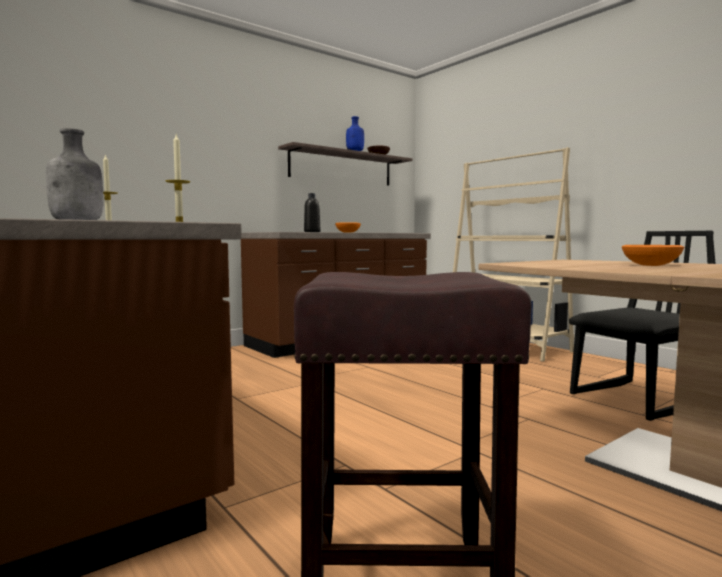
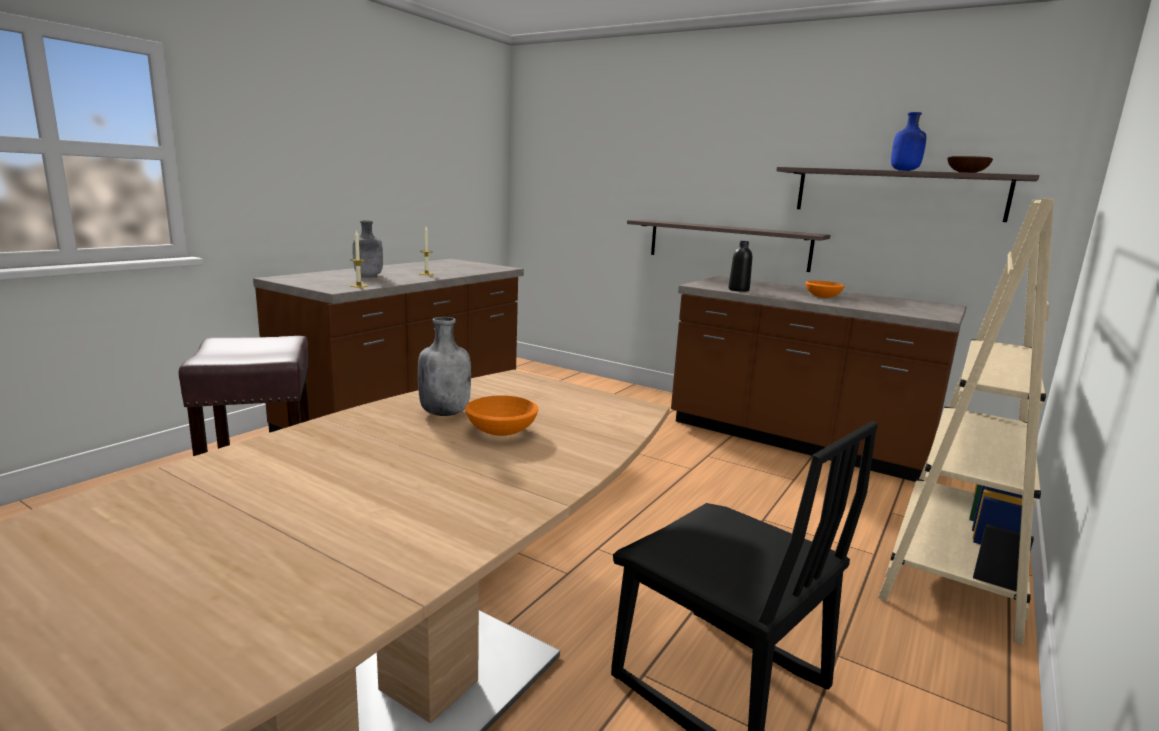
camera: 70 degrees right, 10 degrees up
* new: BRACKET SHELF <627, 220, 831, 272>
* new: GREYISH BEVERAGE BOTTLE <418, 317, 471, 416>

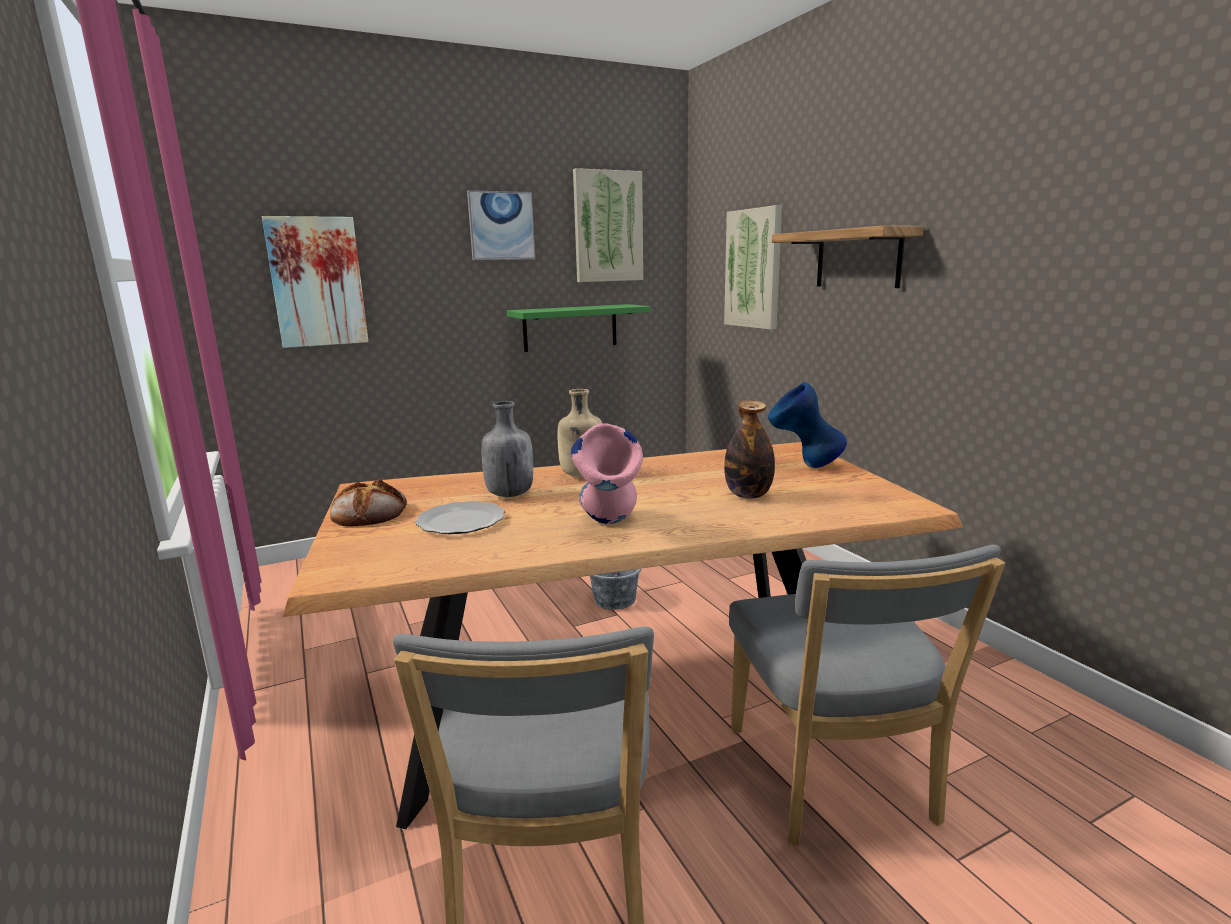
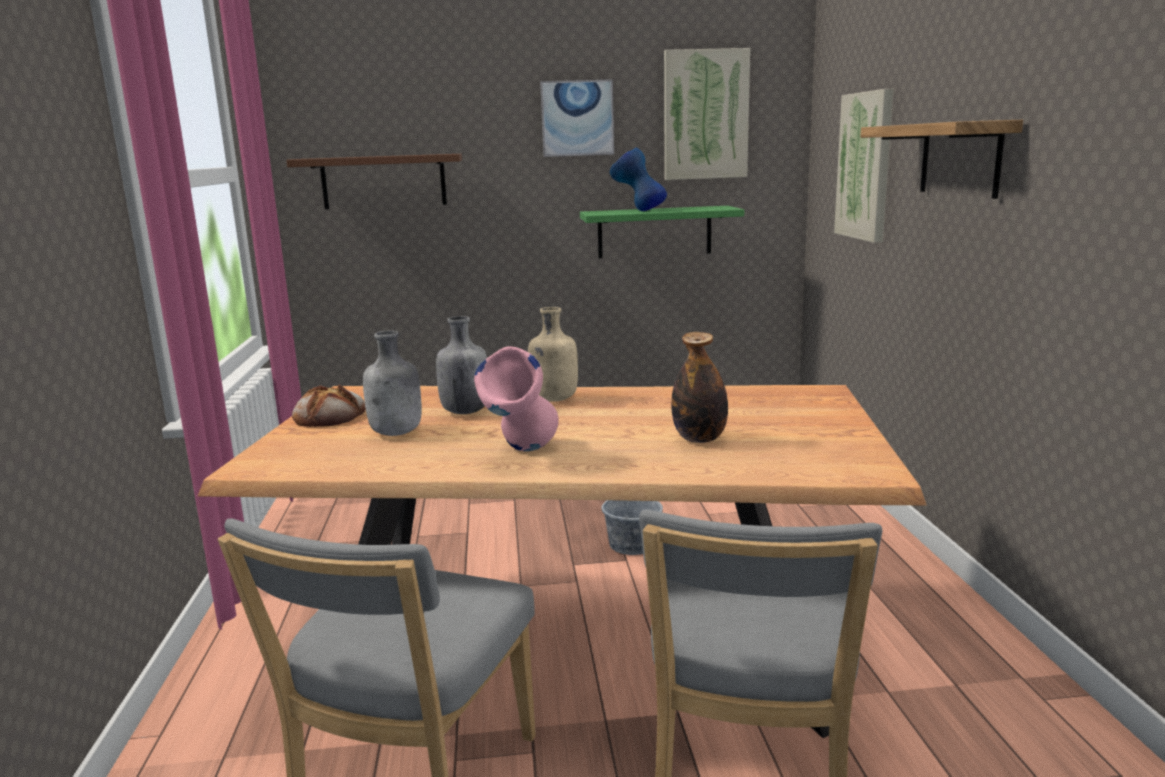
camera: 20 degrees right, 0 degrees up
* swapped: PICTURE <262, 216, 369, 348> to BROWN BRACKET SHELF <286, 154, 462, 209>
* shifted: BLUISH DECORATIVE VASE <768, 382, 847, 468> to <610, 148, 667, 211>
* swapped: PLATE <415, 501, 505, 534> to GREYISH BEVERAGE BOTTLE <363, 330, 422, 436>

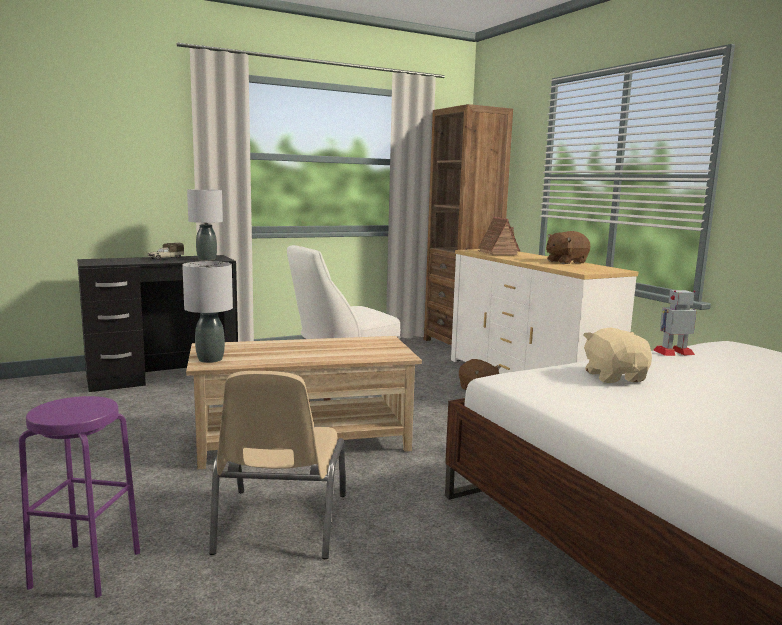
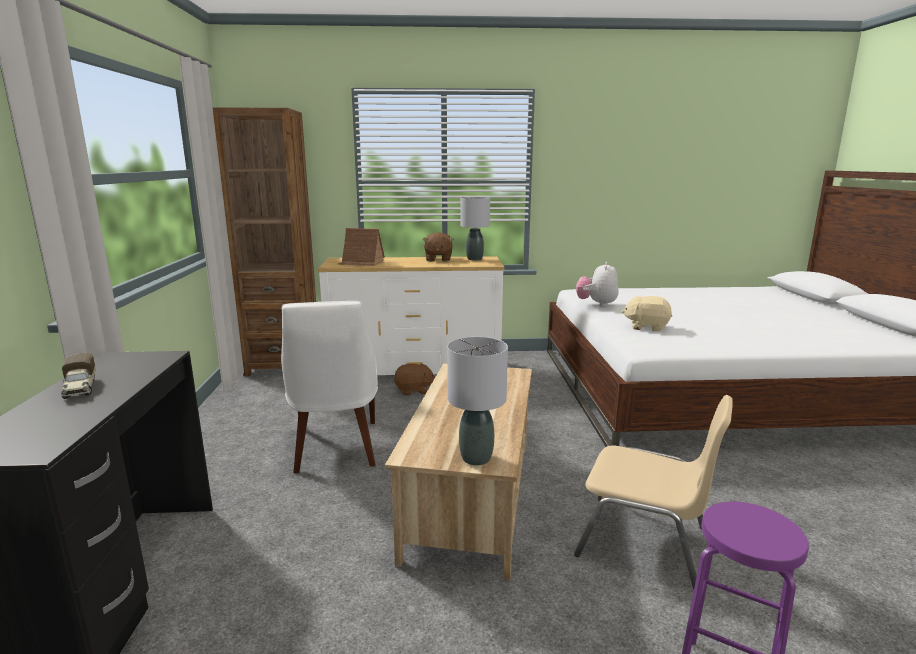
camera: 65 degrees left, 5 degrees up
* shifted: GREYISH TABLETOP LAMP <187, 189, 223, 260> to <460, 197, 490, 261>
* swapped: ROBOT FIGURE <653, 290, 696, 356> to CUDDLY TOY <576, 262, 619, 307>

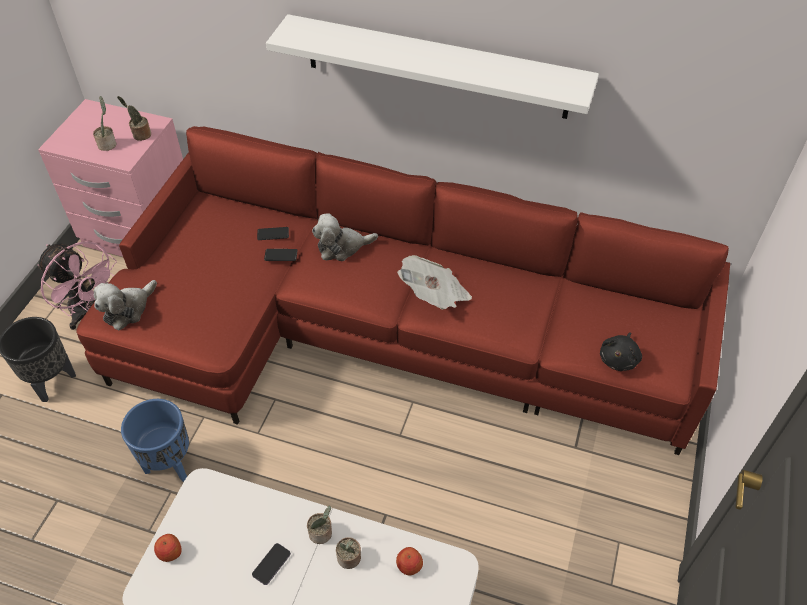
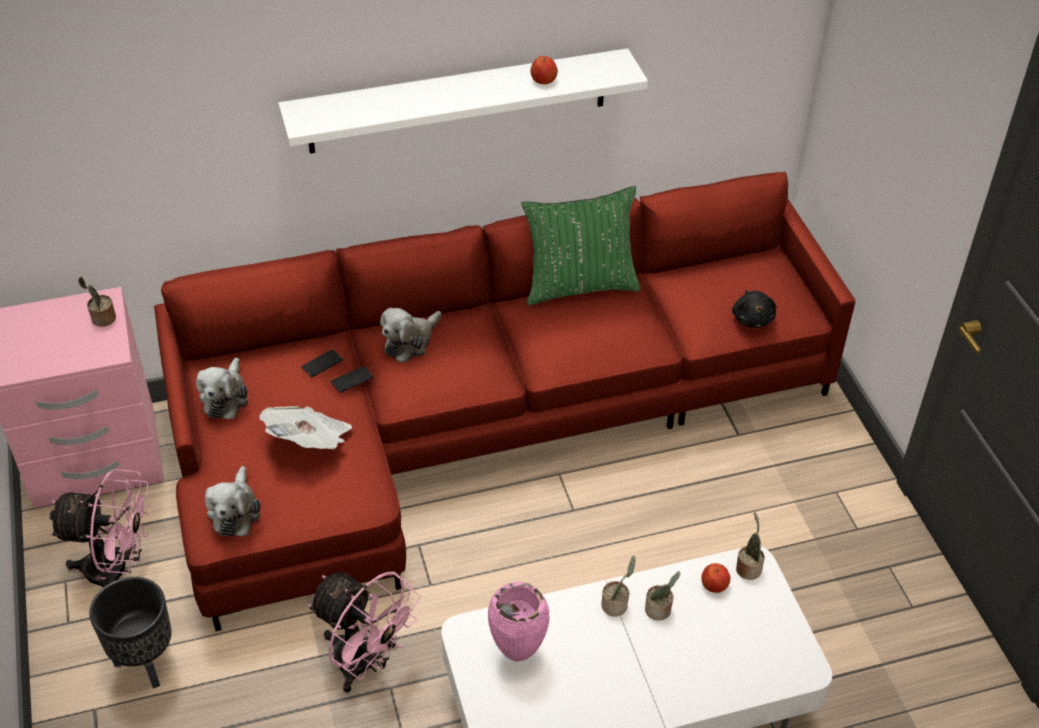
camera: 35 degrees left, 5 degrees down
* shifted: PLANT IN A POT <93, 96, 116, 151> to <736, 512, 765, 580>
* shifted: NEWSPAPER <397, 255, 472, 310> to <259, 406, 352, 449>
* swapped: BLUISH PLANT POT <121, 399, 189, 482> to PINK-COLOURED COOLING FAN <308, 572, 421, 693>
* shifted: APPLE FRUIT <154, 534, 182, 562> to <530, 56, 558, 84>
* gone: PHONE <252, 543, 291, 585>
* new: GREEN PILLOW <521, 186, 640, 305>
* new: CUDDLY TOY <196, 357, 248, 419>
* new: PINK-COLOURED DECORATIVE VASE <488, 582, 549, 661>

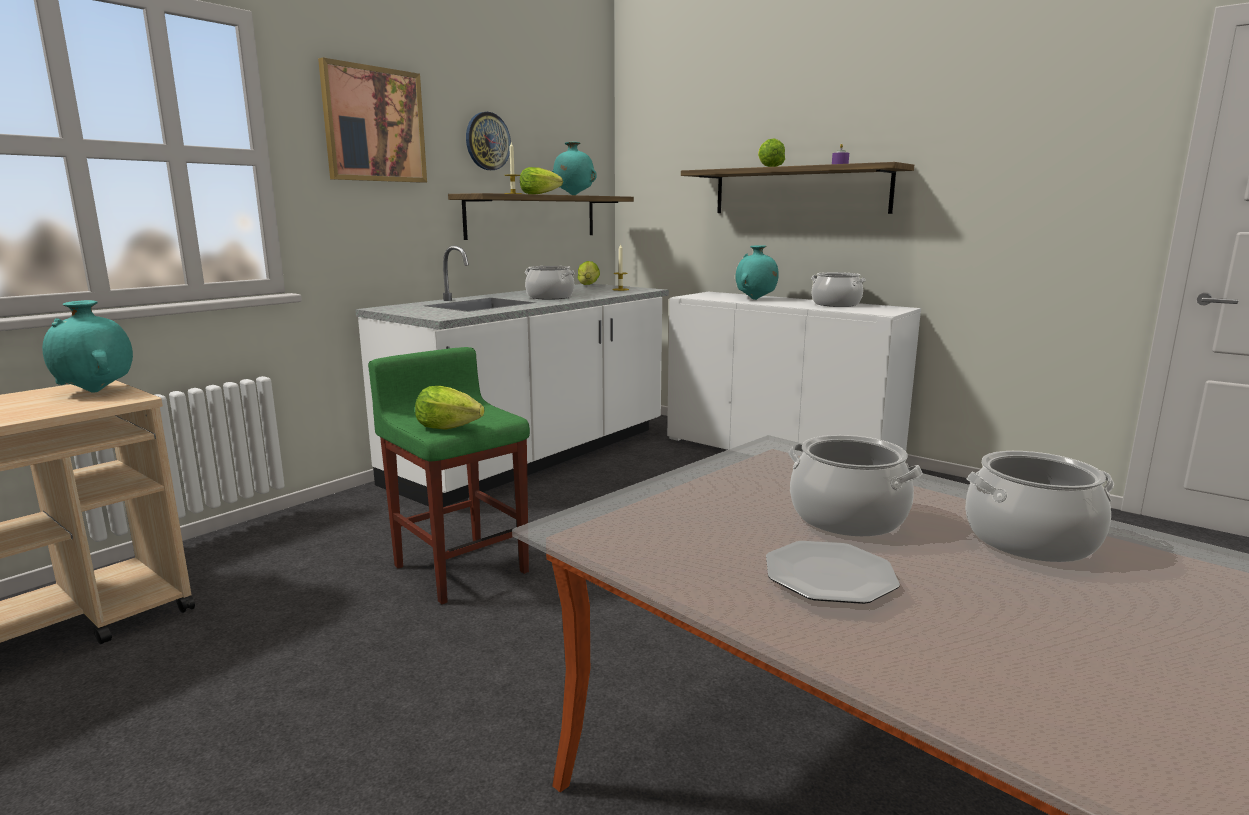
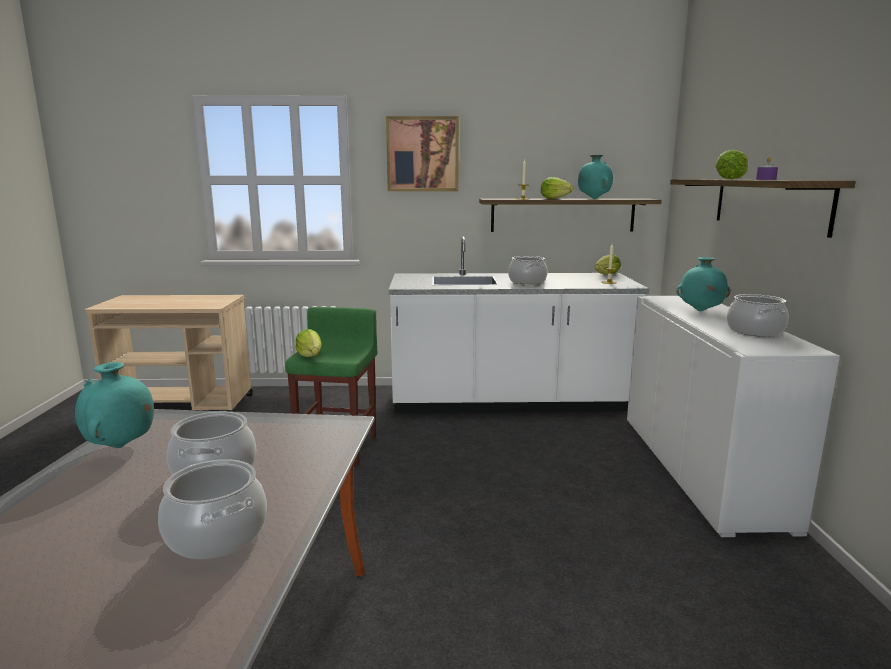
camera: 50 degrees right, 0 degrees up
* gone: HANGING CLOCK <466, 112, 511, 170>
* shifted: BLUE-GREEN DECORATIVE VASE <42, 300, 133, 393> to <75, 362, 154, 448>
* gone: PLATE <766, 541, 900, 604>

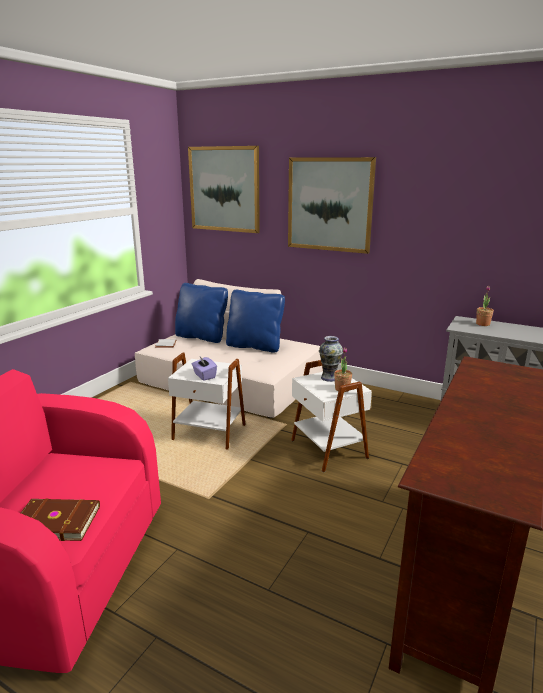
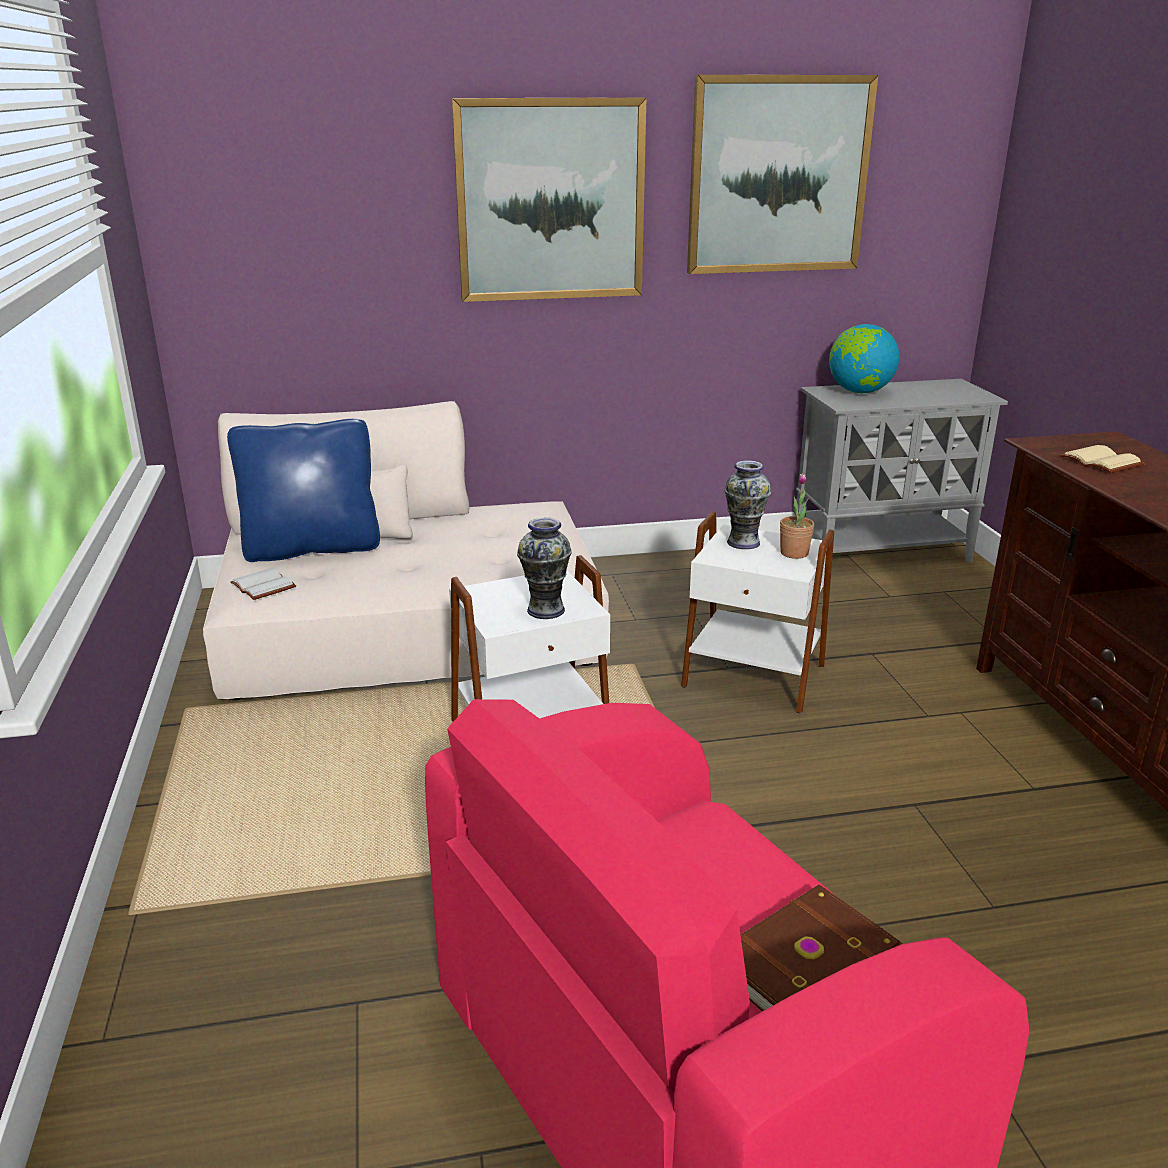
camera: 40 degrees left, 5 degrees up
* shifted: PICTURE <188, 146, 260, 233> to <687, 75, 878, 274>
* swapped: PLANT IN A POT <476, 286, 494, 326> to WORLD GLOBE <829, 324, 899, 393>
* gone: BLUISH PILLOW <226, 290, 285, 353>
* swapped: PURPLE TISSUE BOX <192, 357, 217, 381> to DECORATIVE VASE <517, 517, 572, 619>
* new: BEIGE-COLOURED VOLUME <1060, 445, 1145, 473>

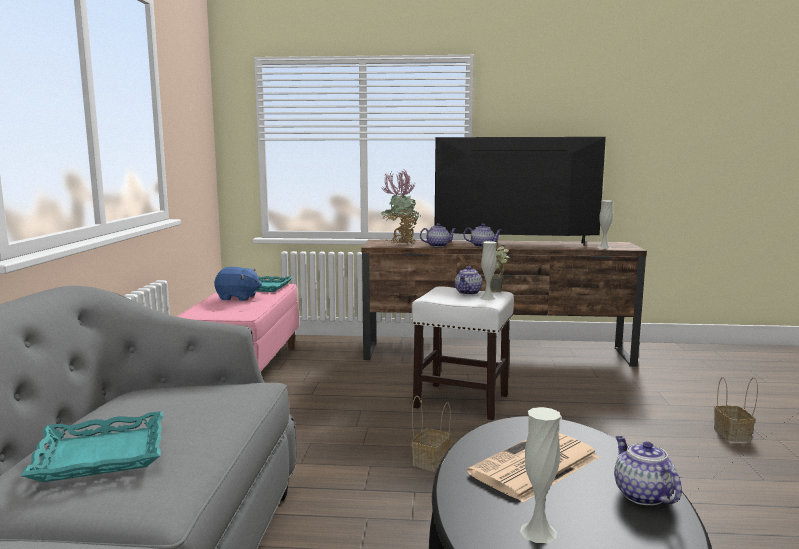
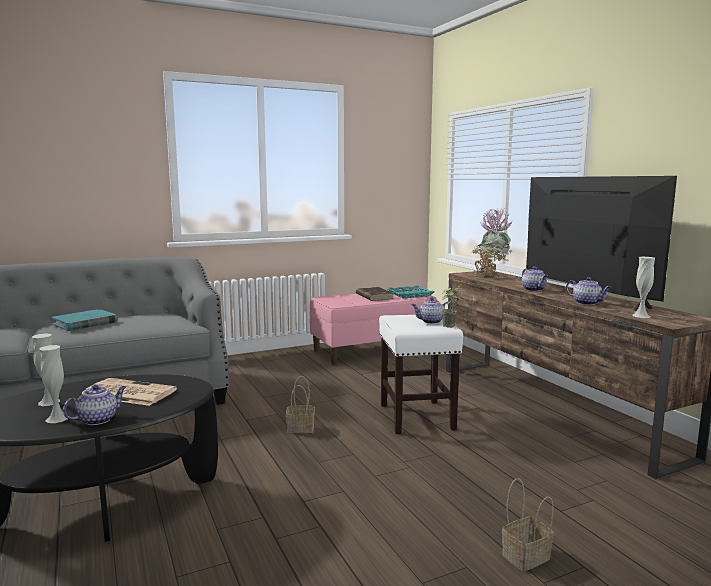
camera: 60 degrees right, 0 degrees up
* shifted: TEAPOT <420, 223, 456, 247> to <566, 277, 611, 305>
* shifted: WHITE DECORATIVE VASE <480, 241, 497, 300> to <39, 345, 67, 423>
* swapped: BLUISH CUDDLY TOY <214, 267, 262, 301> to BROWN VOLUME <356, 287, 394, 301>
* swapped: BLUE-GREEN SERVING TRAY <21, 411, 163, 482> to BLUE-GREEN VOLUME <51, 309, 117, 331>

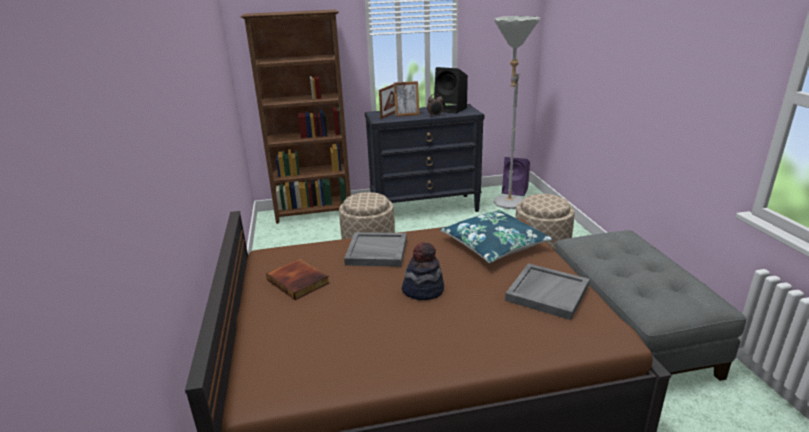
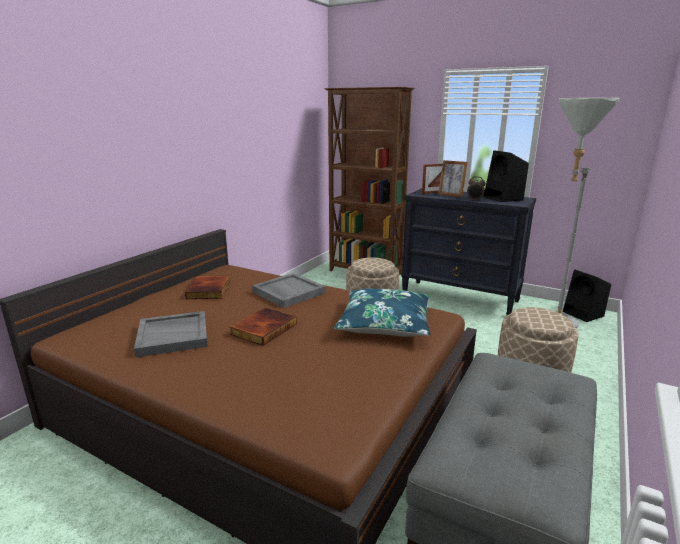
camera: 40 degrees right, 5 degrees down
* repainted: PURPLE AUDIO SPEAKER <502, 157, 530, 196> to BLACKISH AUDIO SPEAKER <563, 270, 611, 322>
* swapped: WEARABLE HAT <402, 242, 444, 300> to VOLUME <230, 307, 297, 346>
* shifted: GREYISH SERVING TRAY <505, 263, 590, 320> to <134, 311, 208, 357>

